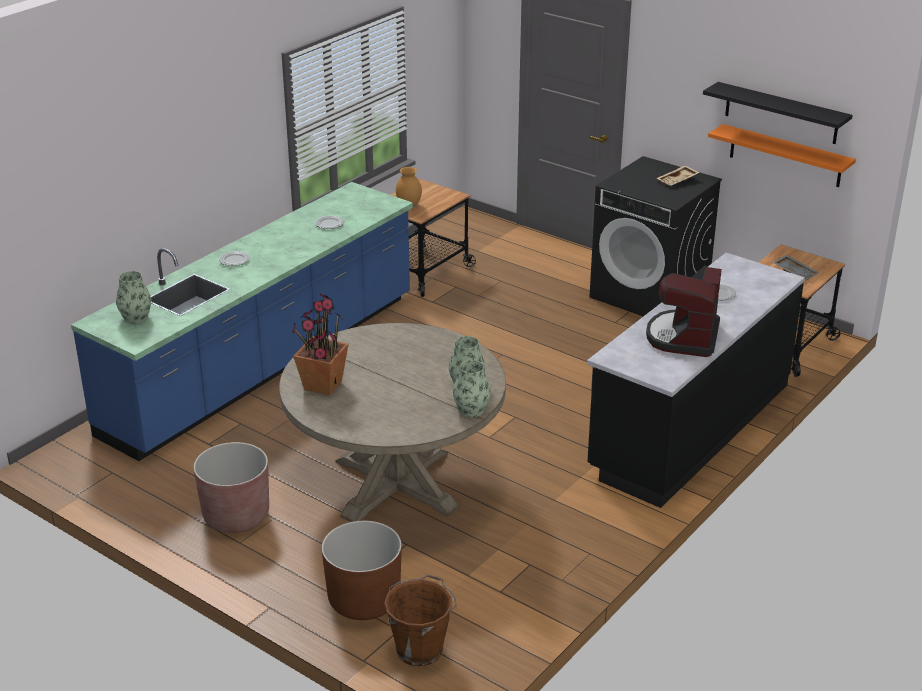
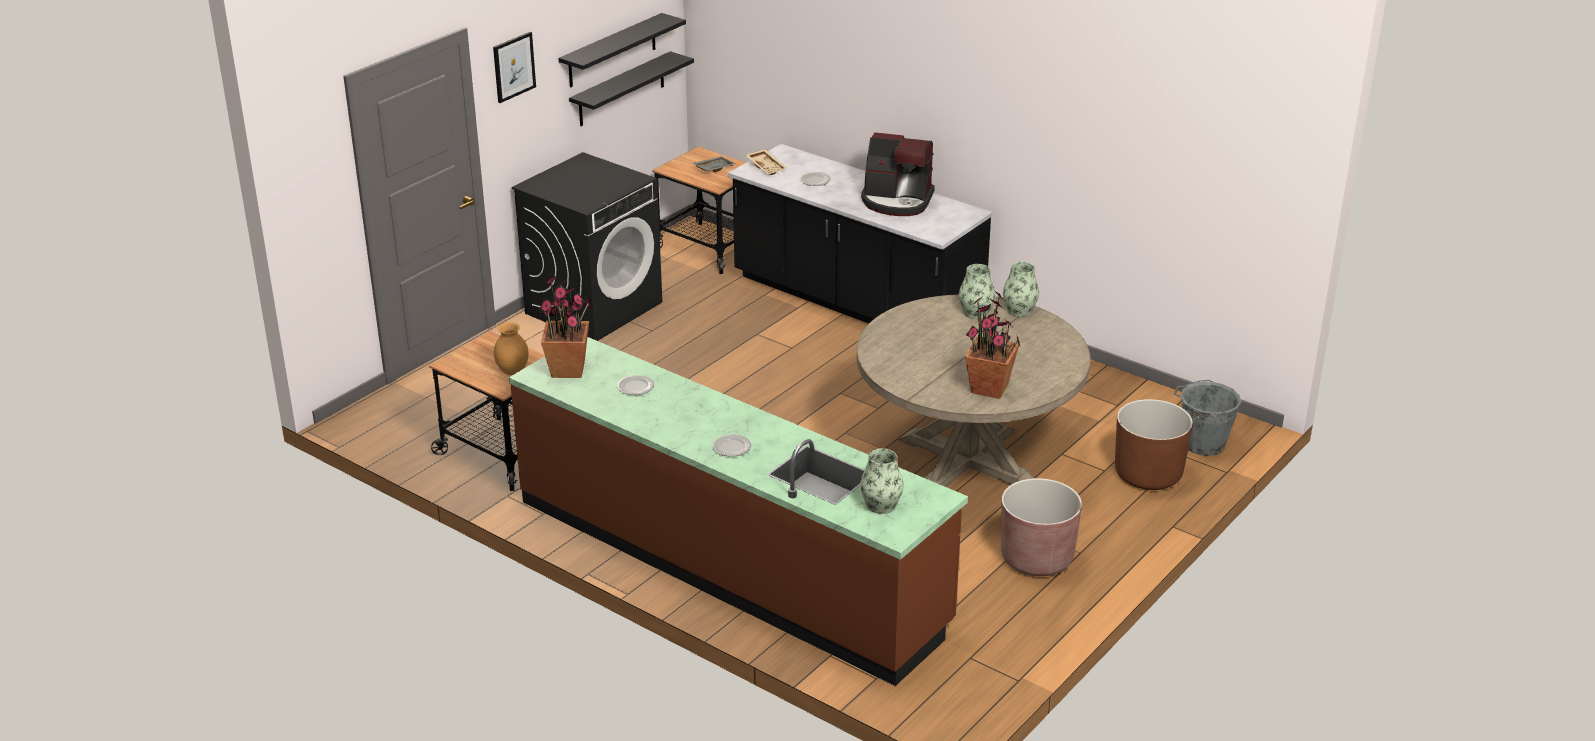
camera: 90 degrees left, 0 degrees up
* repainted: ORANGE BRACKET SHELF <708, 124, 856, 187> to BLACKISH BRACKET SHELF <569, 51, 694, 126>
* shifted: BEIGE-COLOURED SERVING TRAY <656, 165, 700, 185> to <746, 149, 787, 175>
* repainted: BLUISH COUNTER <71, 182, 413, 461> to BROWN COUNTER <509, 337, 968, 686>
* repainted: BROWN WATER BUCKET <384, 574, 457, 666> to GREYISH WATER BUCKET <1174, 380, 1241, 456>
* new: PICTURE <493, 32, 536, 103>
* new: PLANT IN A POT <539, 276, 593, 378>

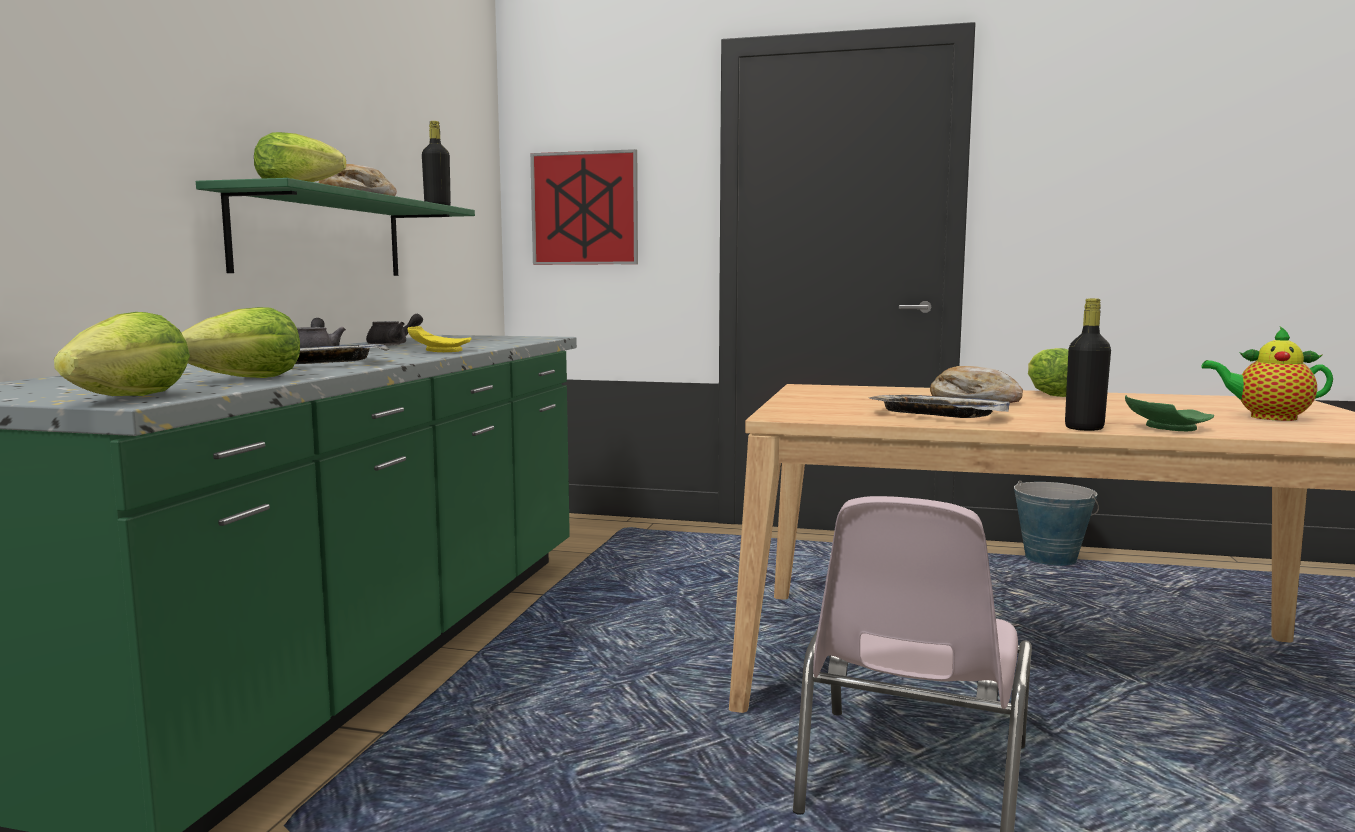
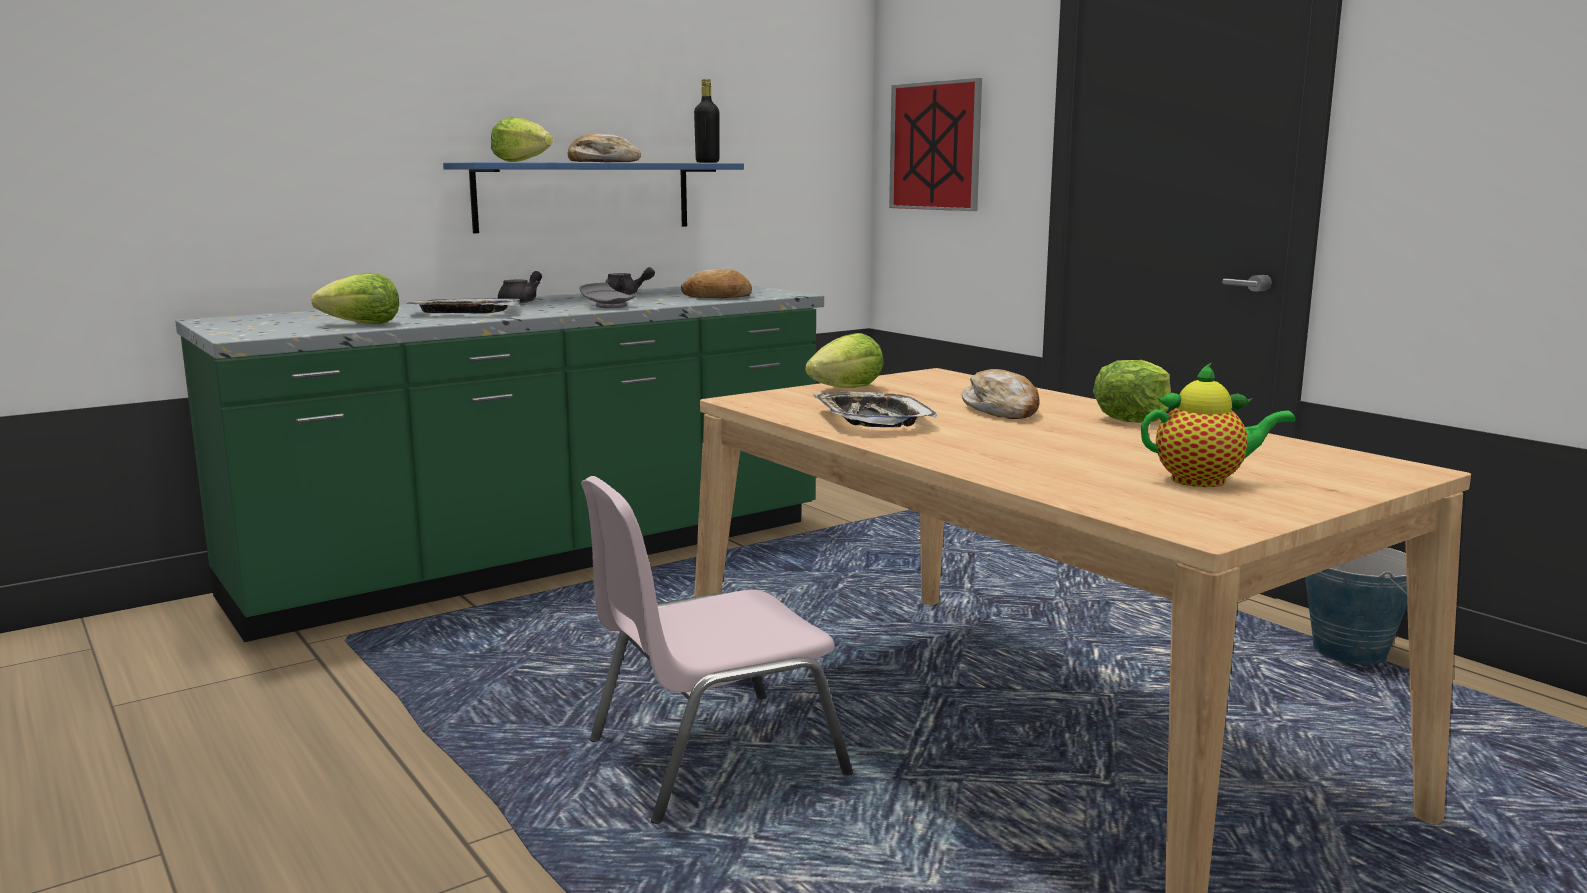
camera: 40 degrees right, 5 degrees up
* repainted: GREEN BRACKET SHELF <196, 178, 475, 276> to BLUISH BRACKET SHELF <443, 162, 744, 233>
* gone: BLACKISH BEVERAGE BOTTLE <1065, 298, 1111, 431>
* shifted: LETTUCE <54, 312, 190, 396> to <805, 333, 884, 388>
* repainted: YELLOW-COLOURED PLATE <407, 326, 472, 352> to GREYISH PLATE <579, 282, 635, 308>
* rotated: TEAPOT <1201, 326, 1333, 421> = <1141, 362, 1296, 487> 120 degrees clockwise
* gone: GREEN PLATE <1125, 395, 1214, 431>
* new: BREAD <681, 269, 752, 298>

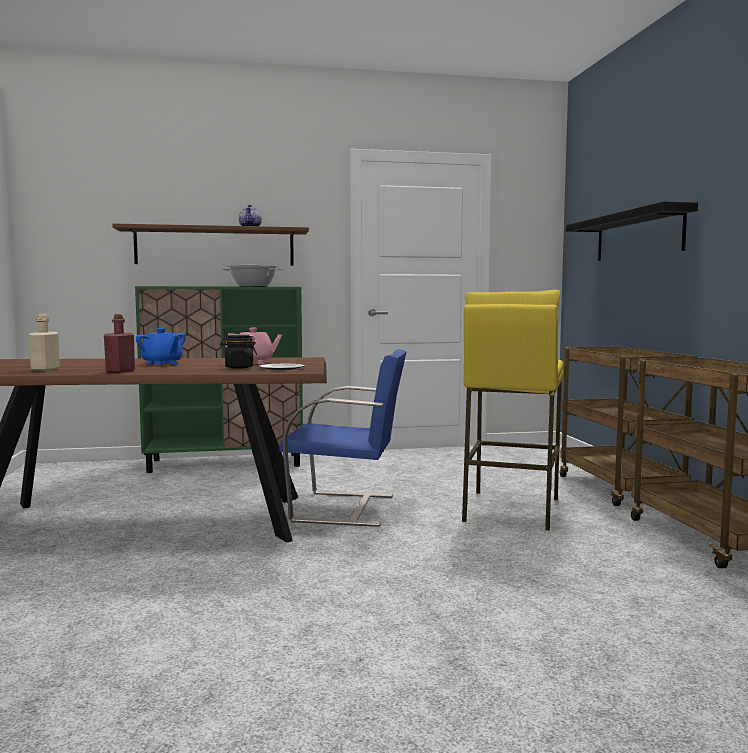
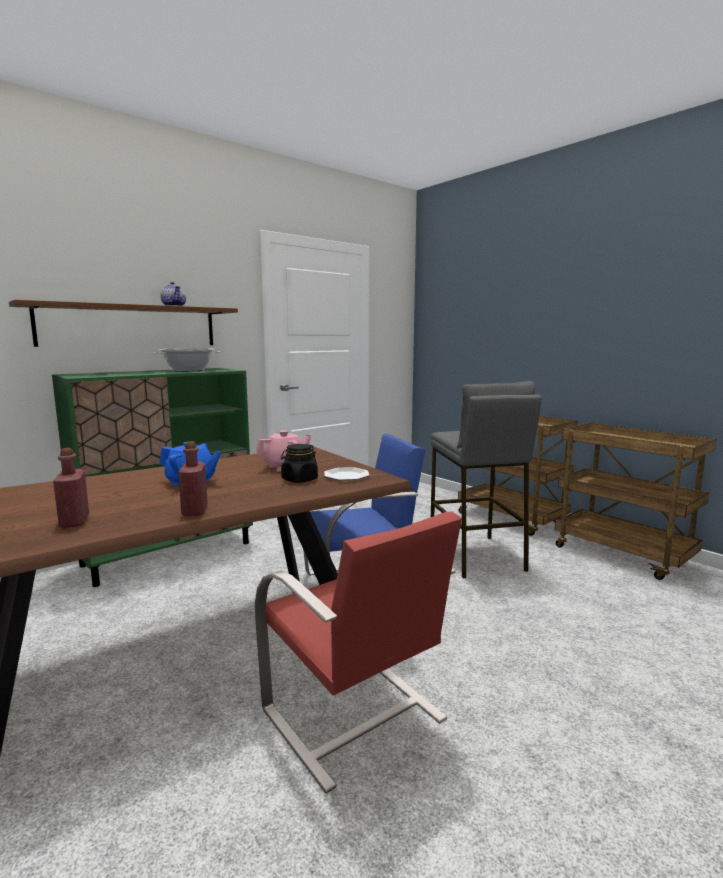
camera: 30 degrees left, 5 degrees up
* gone: BLACKISH BRACKET SHELF <566, 201, 698, 261>
* repainted: YELLOW-COLOURED SITTING STOOL <462, 290, 564, 531> to GREYISH SITTING STOOL <431, 381, 542, 578>
* repainted: BEIGE-COLOURED BEVERAGE BOTTLE <29, 314, 60, 371> to RED-COLOURED BEVERAGE BOTTLE <53, 448, 89, 528>
* new: RED-COLOURED UPRIGHT CHAIR <255, 511, 462, 793>

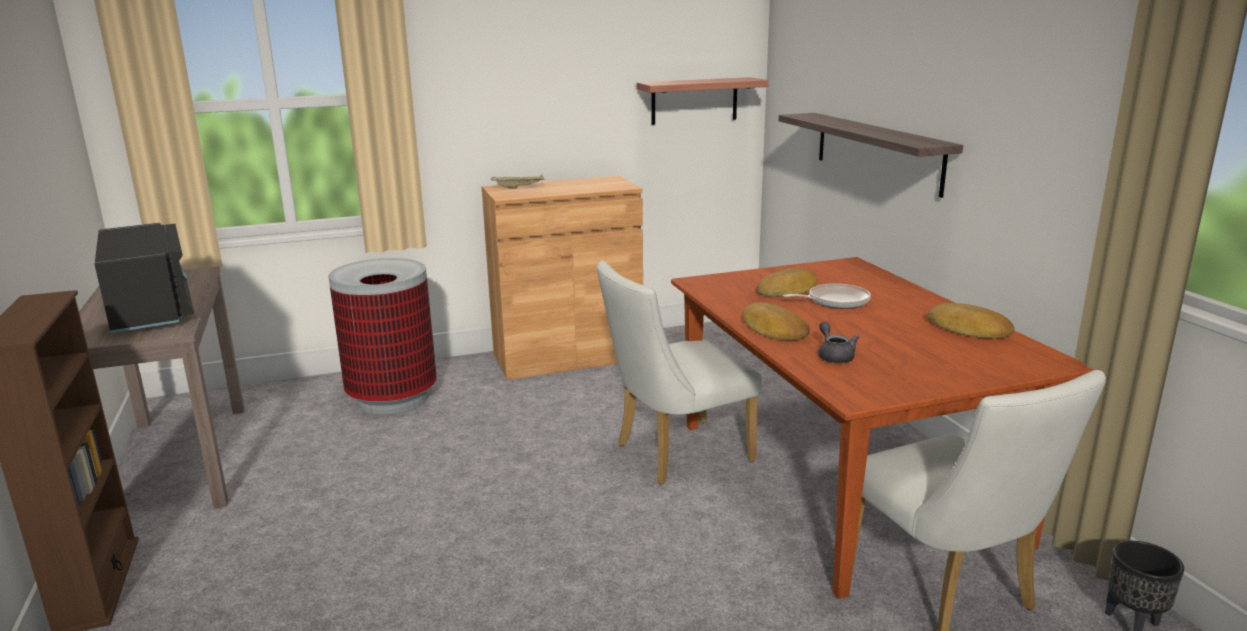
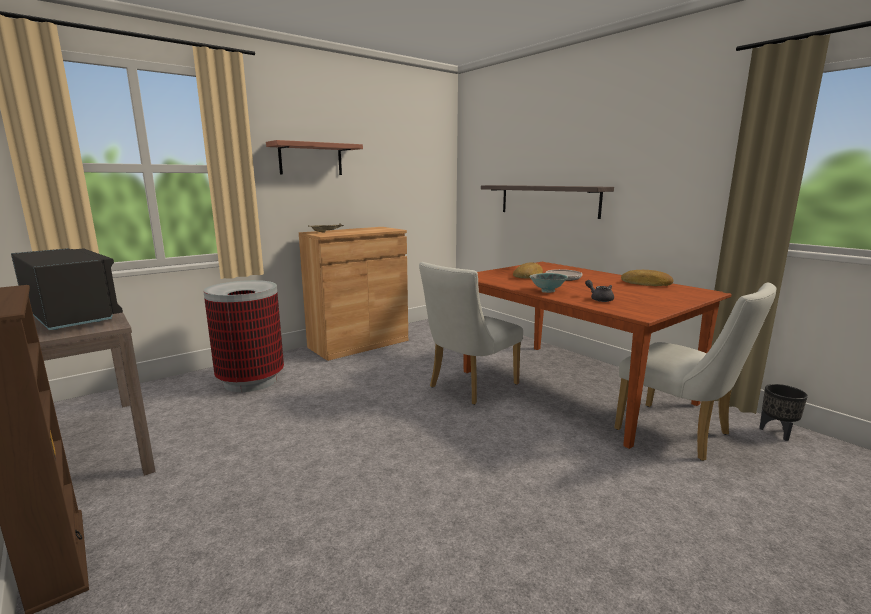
camera: 20 degrees left, 5 degrees down
* shifted: BRACKET SHELF <637, 77, 769, 125> to <266, 140, 363, 175>
* swapped: BREAD <742, 302, 810, 340> to SERVING BOWL <530, 273, 568, 293>

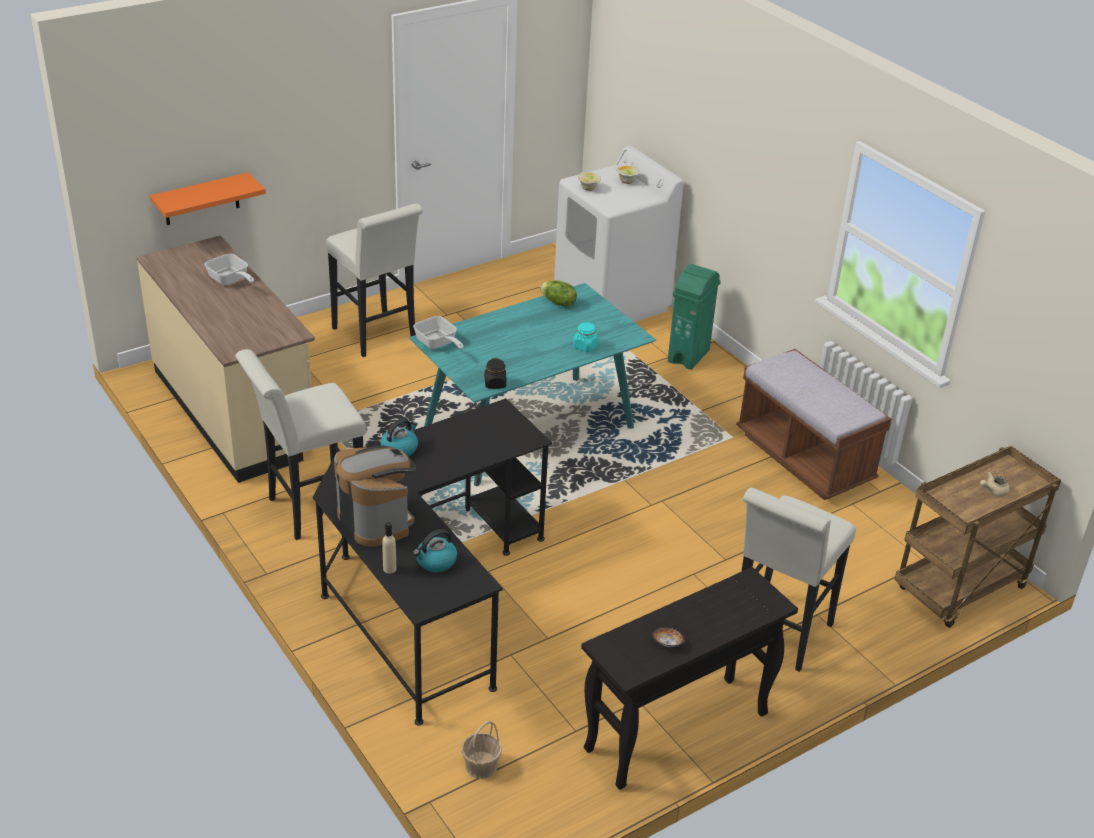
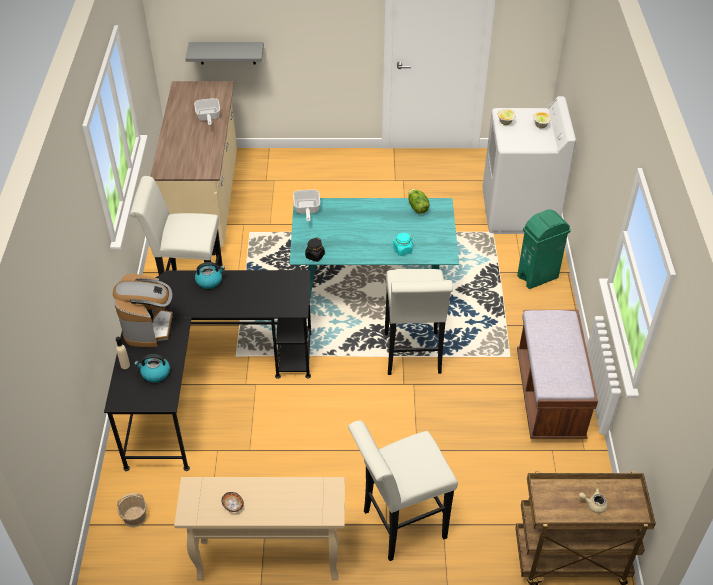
camera: 35 degrees right, 10 degrees up
* repainted: ORANGE BRACKET SHELF <150, 172, 266, 225> to GREYISH BRACKET SHELF <185, 42, 264, 65>
* shifted: WHITE SITTING STOOL <326, 203, 423, 357> to <384, 269, 453, 375>
* repainted: BLACKISH CONSOLE TABLE <581, 567, 798, 790> to BEIGE-COLOURED CONSOLE TABLE <174, 477, 345, 580>

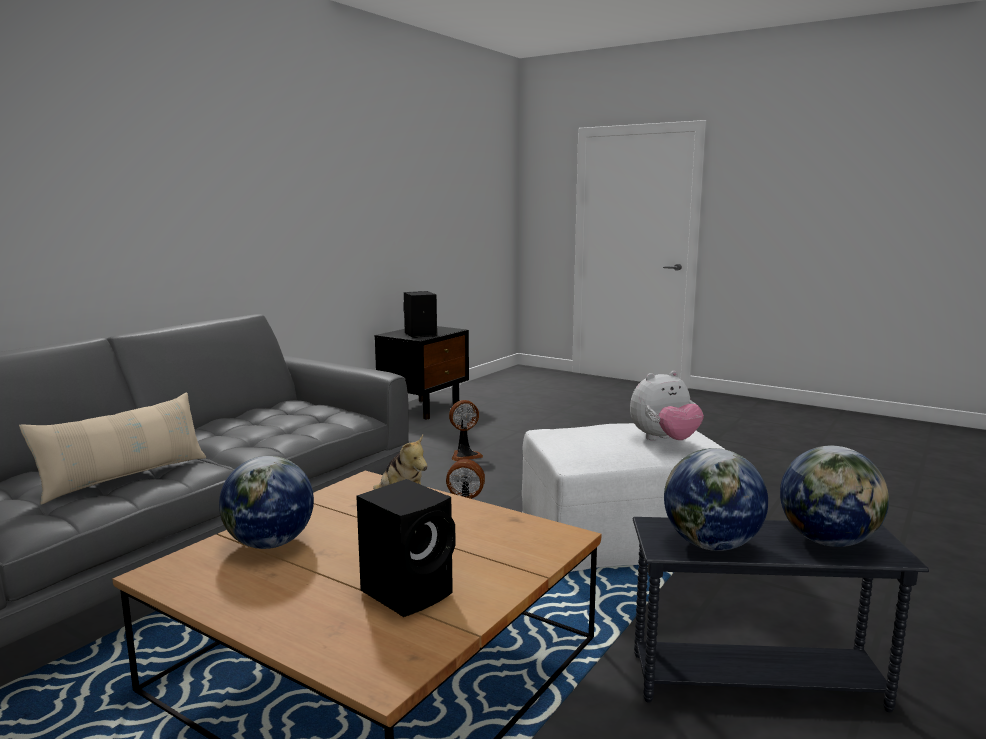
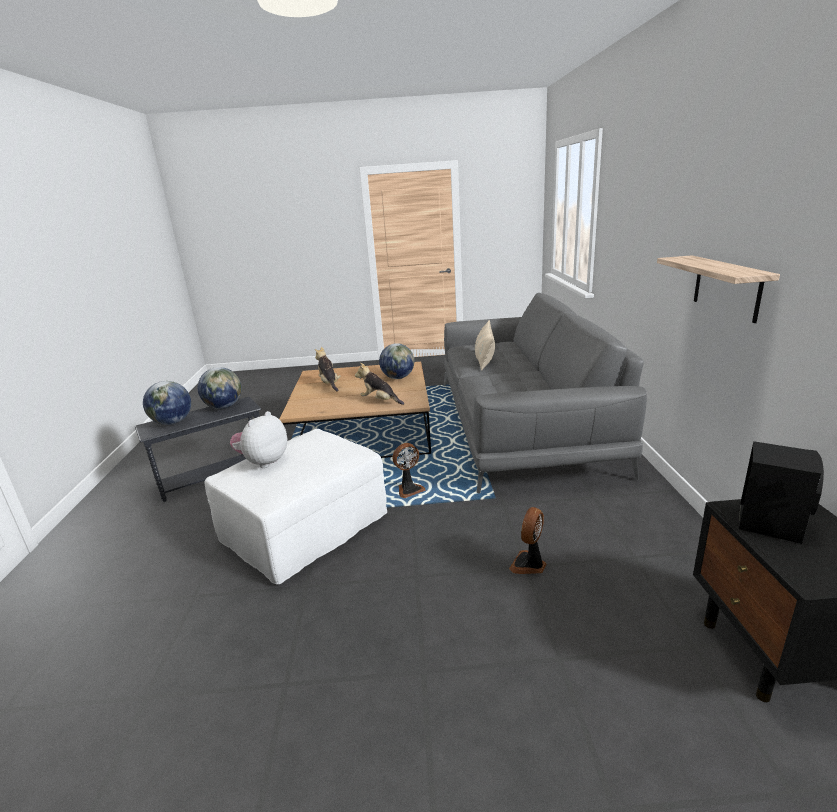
camera: 145 degrees right, 10 degrees up
* swapped: BLACKISH AUDIO SPEAKER <356, 479, 456, 617> to CUDDLY TOY <315, 347, 341, 391>
* new: BRACKET SHELF <657, 255, 780, 323>

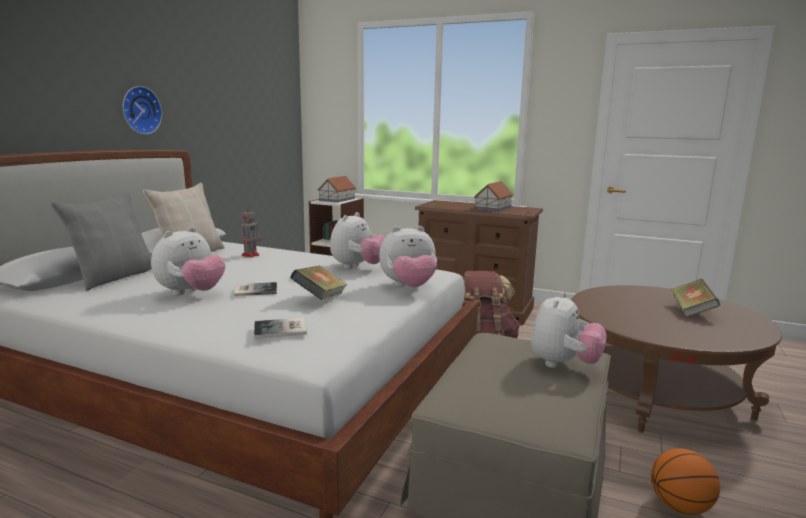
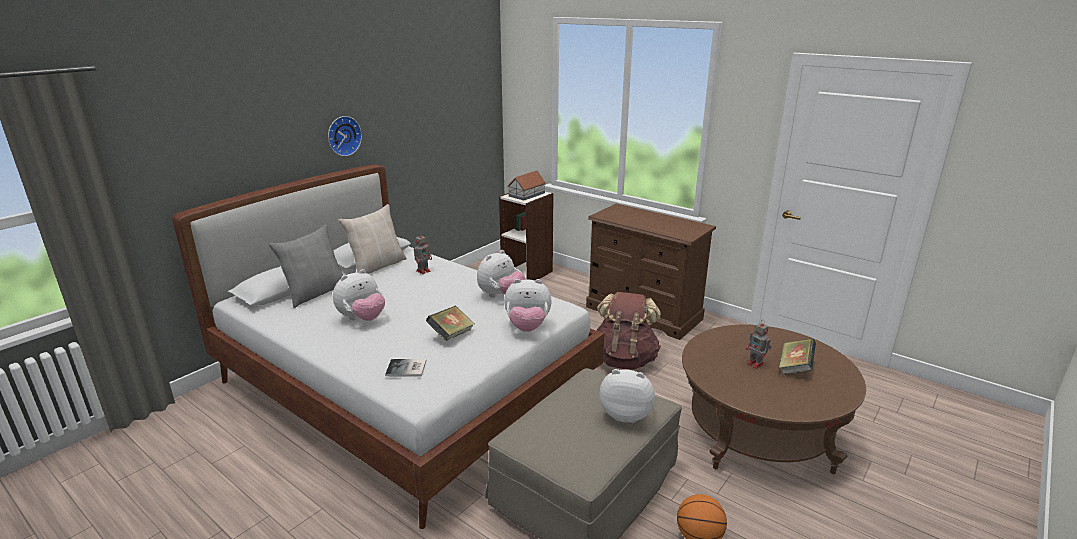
camera: 15 degrees right, 10 degrees up
* gone: MINIATURE HOUSE <474, 181, 513, 212>
* gone: VOLUME <234, 282, 277, 296>
* rotated: CUDDLY TOY <531, 292, 607, 368> = <599, 369, 655, 423> 120 degrees counterclockwise
* new: ROBOT FIGURE <746, 320, 772, 369>

